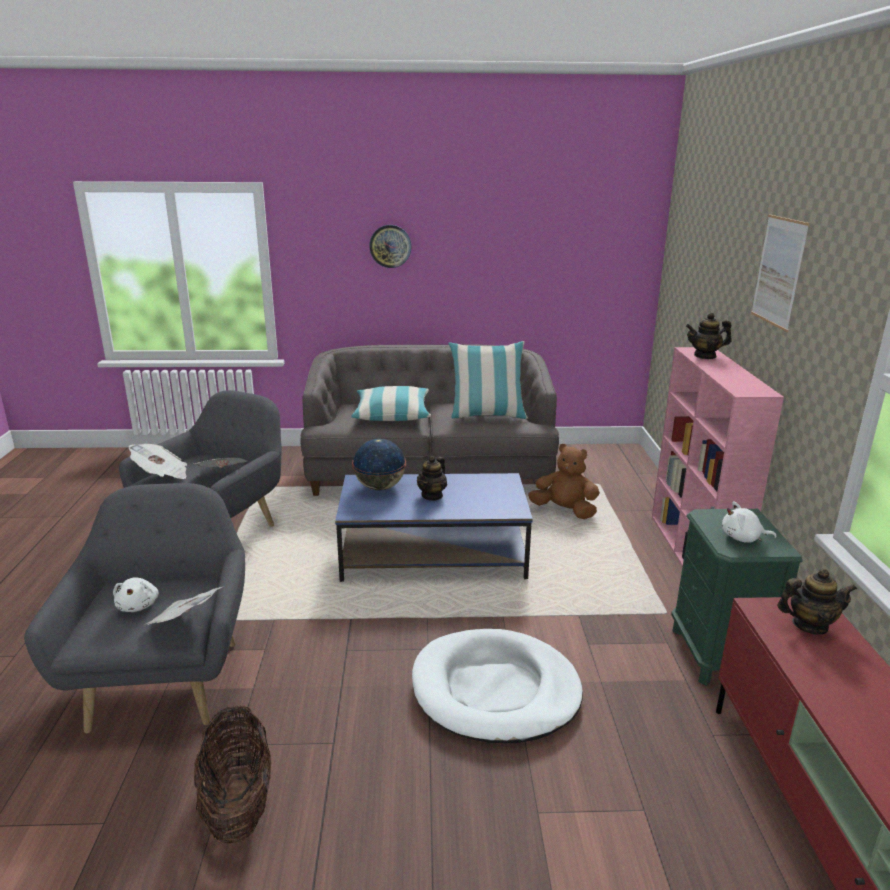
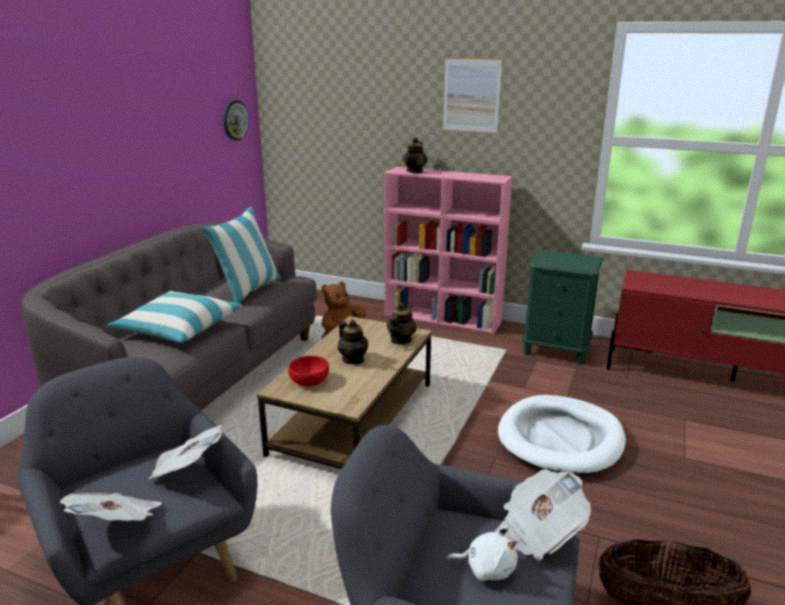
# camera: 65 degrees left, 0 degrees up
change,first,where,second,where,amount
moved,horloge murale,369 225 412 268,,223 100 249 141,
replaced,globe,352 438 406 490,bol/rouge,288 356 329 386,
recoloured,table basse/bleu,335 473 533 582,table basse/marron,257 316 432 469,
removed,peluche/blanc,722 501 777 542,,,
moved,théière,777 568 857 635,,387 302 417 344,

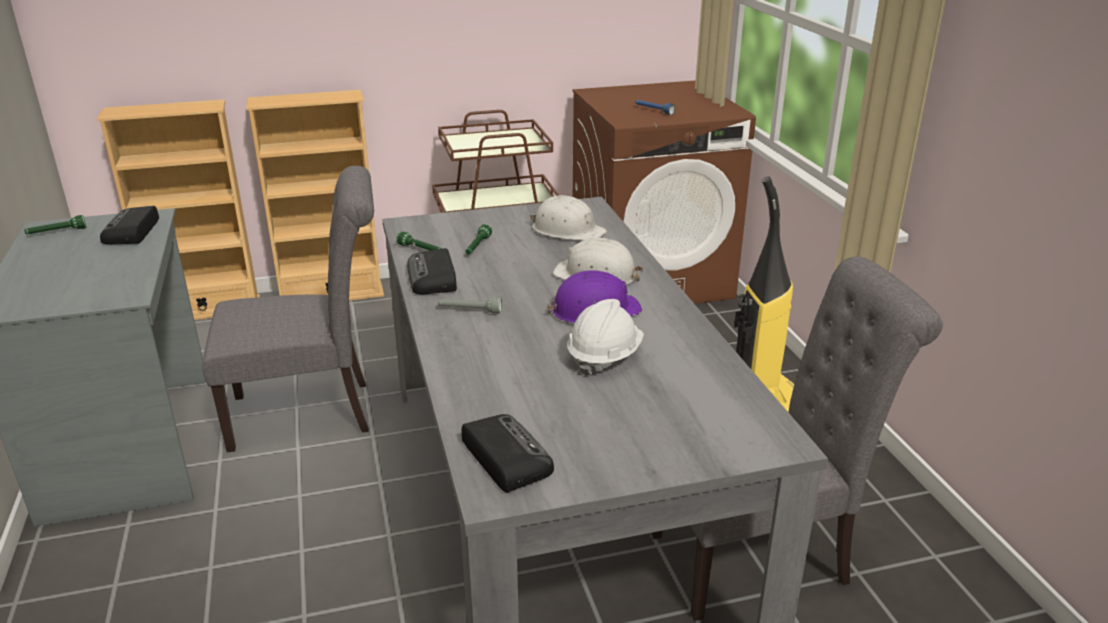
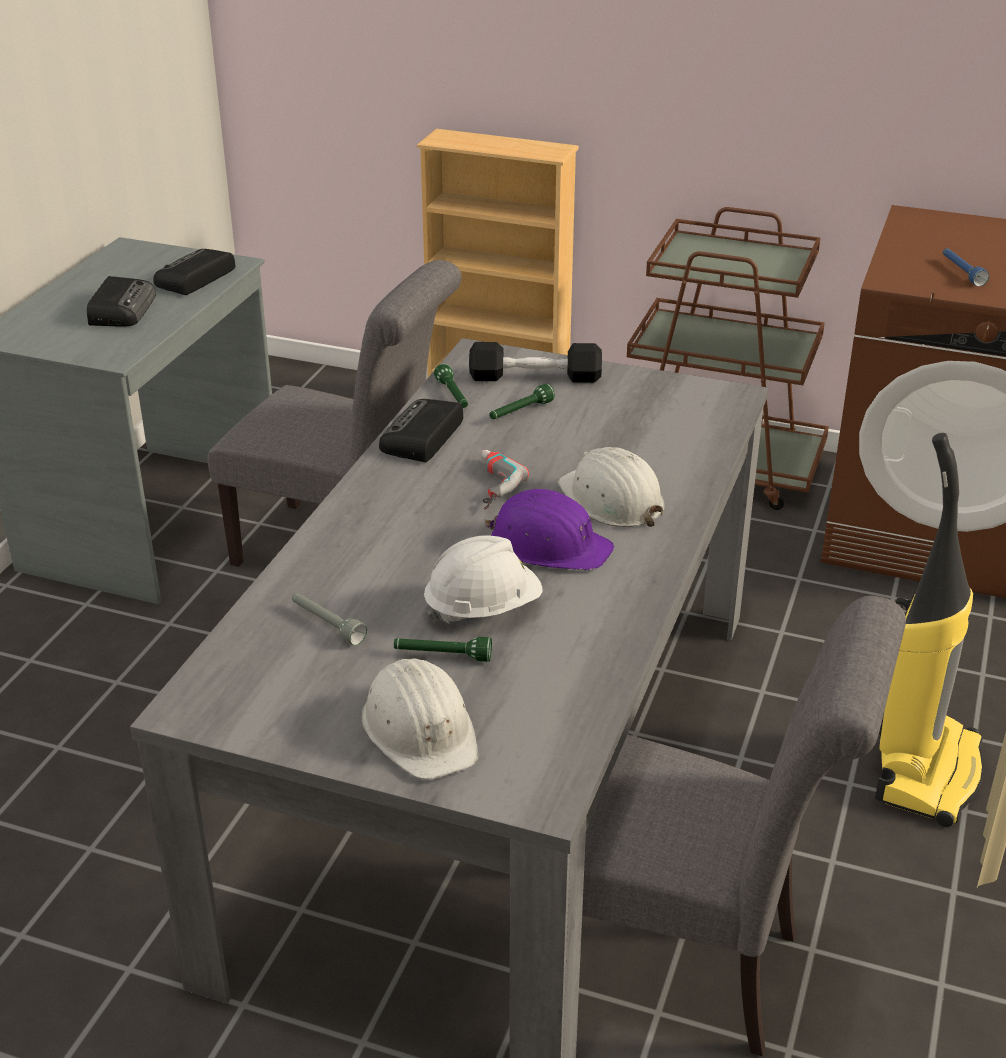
# camera: 35 degrees right, 5 degrees up
change,first,where,second,where,amount
removed,bibliothèque/beige,97 99 260 320,,,
moved,casque de chantier/blanc,530 195 607 240,,361 658 478 780,
moved,lampe de poche/vert,24 215 87 234,,394 637 492 662,
moved,lampe de poche/gris,438 297 502 314,,292 593 367 645,
moved,radio,462 414 554 493,,87 276 156 327,
added,,,haltère/noir,469 342 602 383,
added,,,perceuse,480 450 529 510,

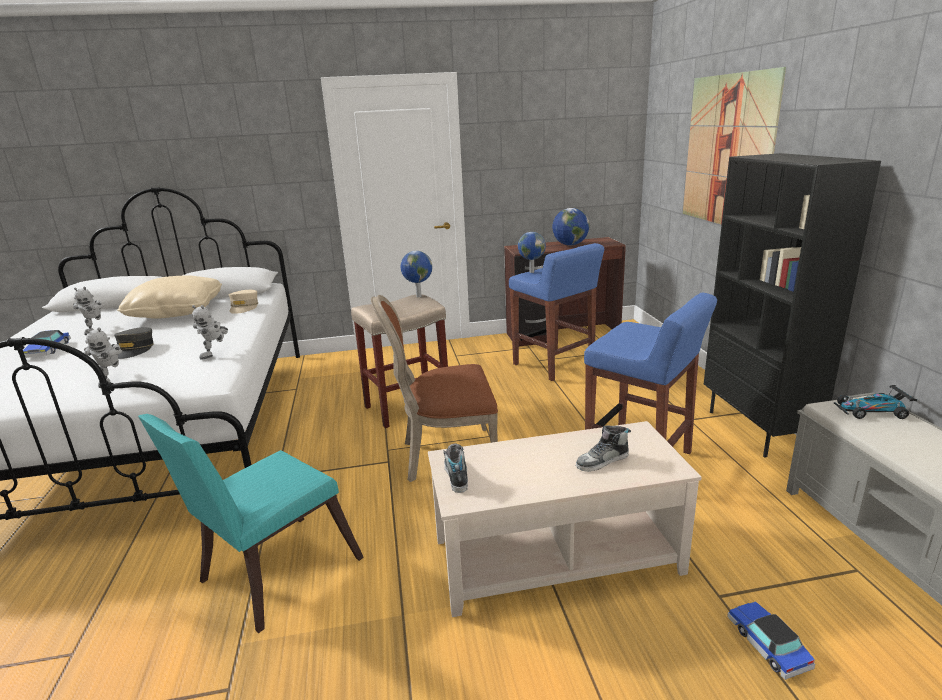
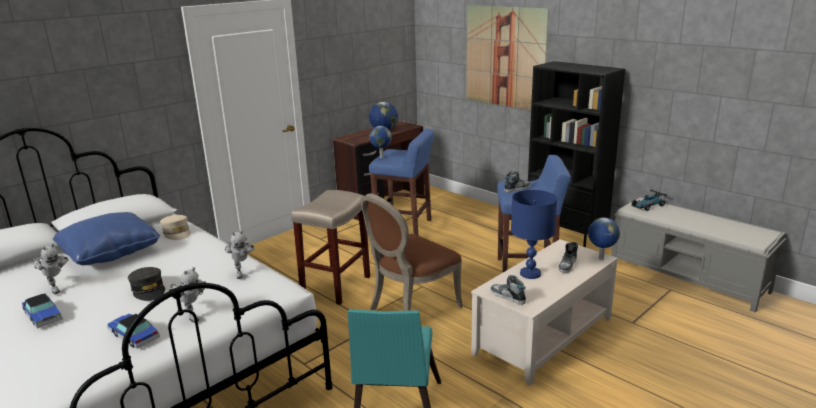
# camera: 35 degrees left, 0 degrees up
change,first,where,second,where,amount
moved,globe,401 251 432 297,,588 218 620 260,
recoloured,coussin/beige,117 275 222 318,coussin/bleu,53 212 160 265,
moved,petite voiture,727 601 815 680,,107 314 160 349,
added,,,chaussure,504 171 530 193,
added,,,lampe de table/bleu,511 190 557 279,

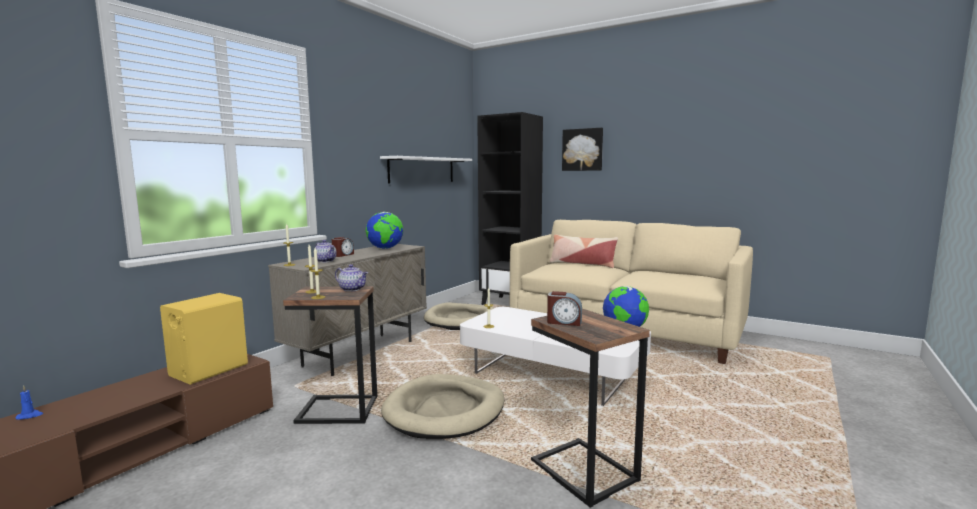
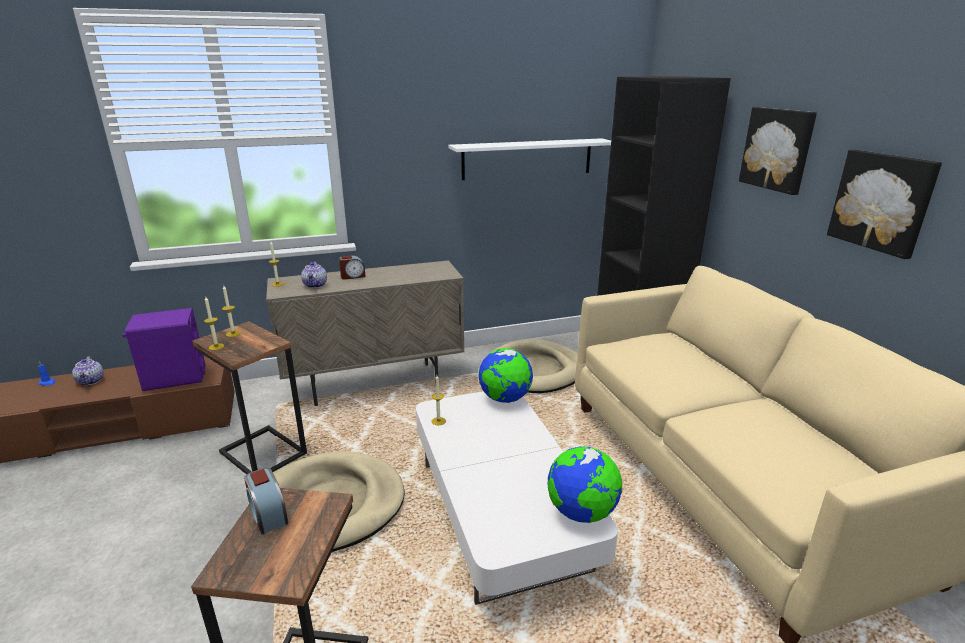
# camera: 40 degrees right, 15 degrees up
change,first,where,second,where,amount
moved,globe,366 212 403 249,,478 348 533 403,
removed,coussin,550 234 618 268,,,
moved,théière,335 264 368 292,,72 356 104 386,
recoloured,enceinte/jaune,160 293 248 385,enceinte/violet,122 308 205 391,
added,,,tableau,827 150 942 259,

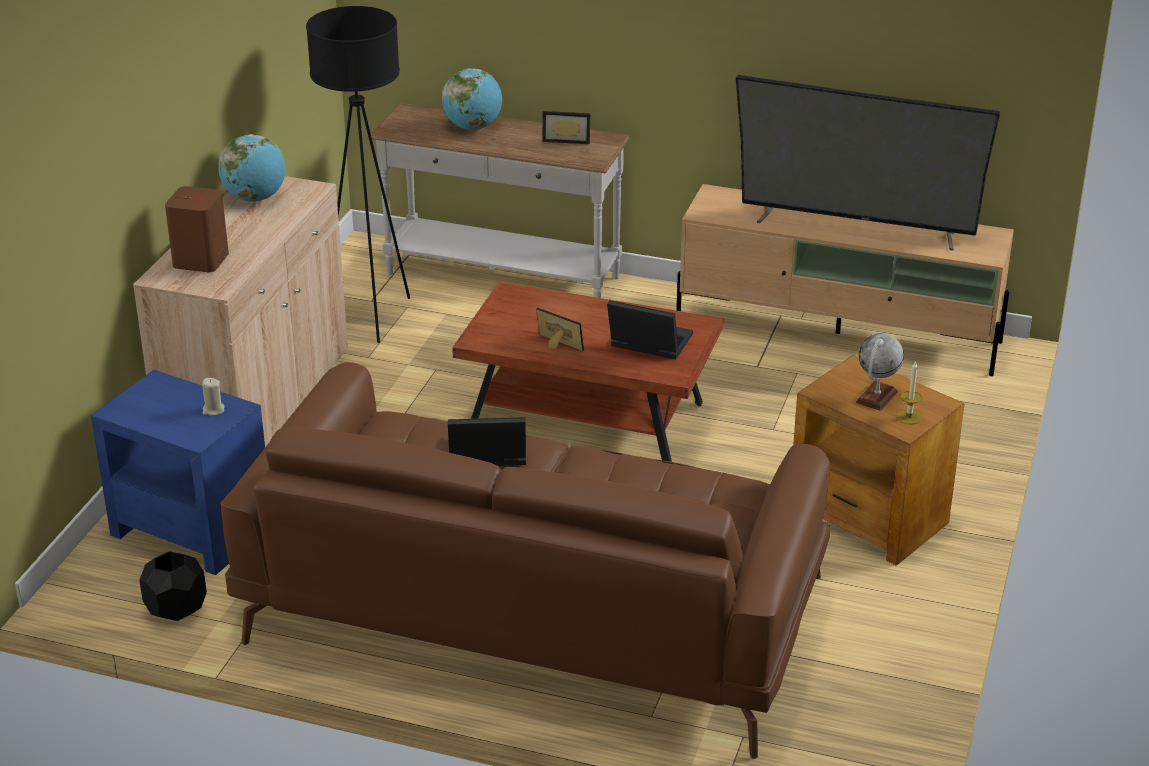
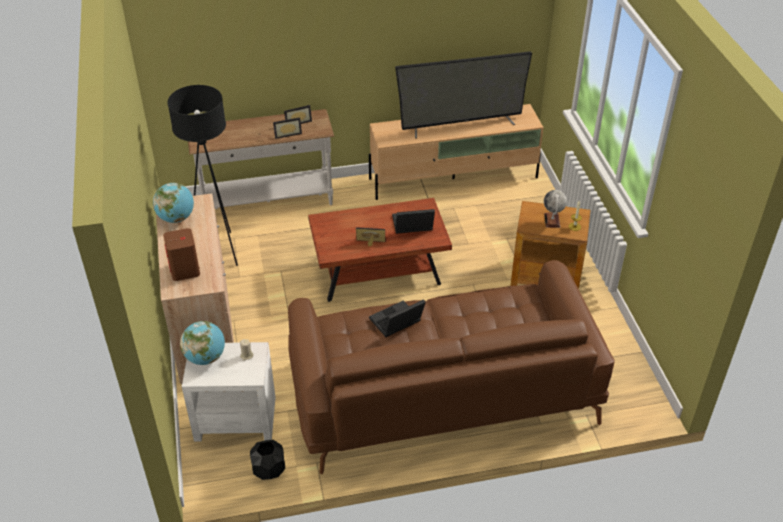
# camera: 30 degrees left, 10 degrees up
change,first,where,second,where,amount
moved,globe,441 68 502 130,,180 321 225 365,
recoloured,table d'appoint/bleu,91 370 265 575,table d'appoint/blanc,182 342 276 442,
added,,,cadre photo,273 117 302 139,

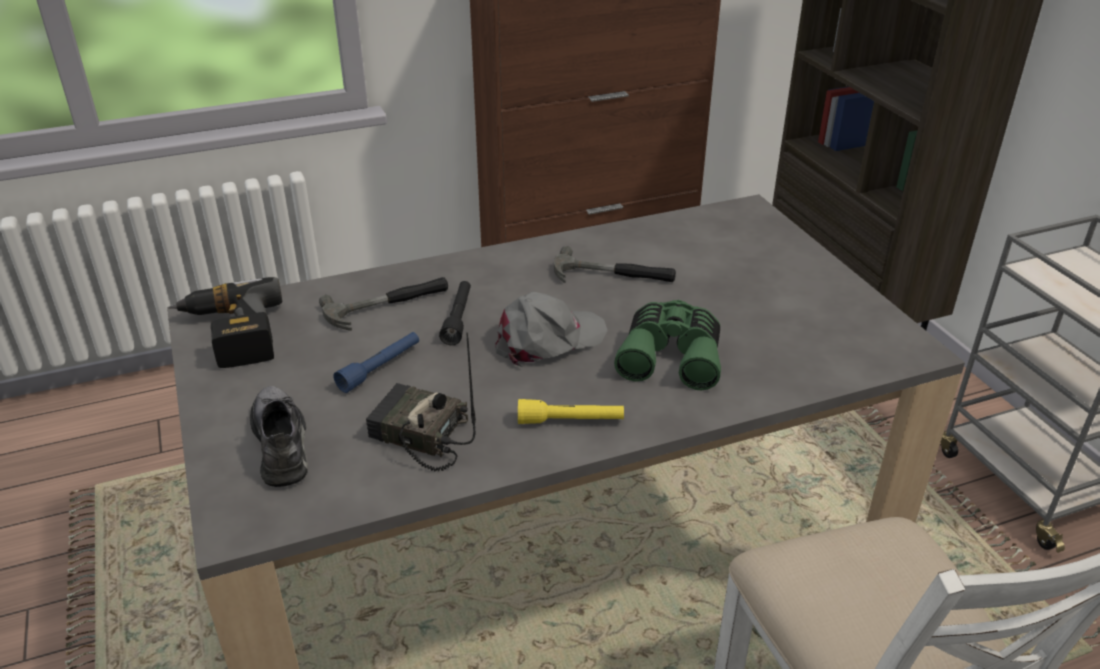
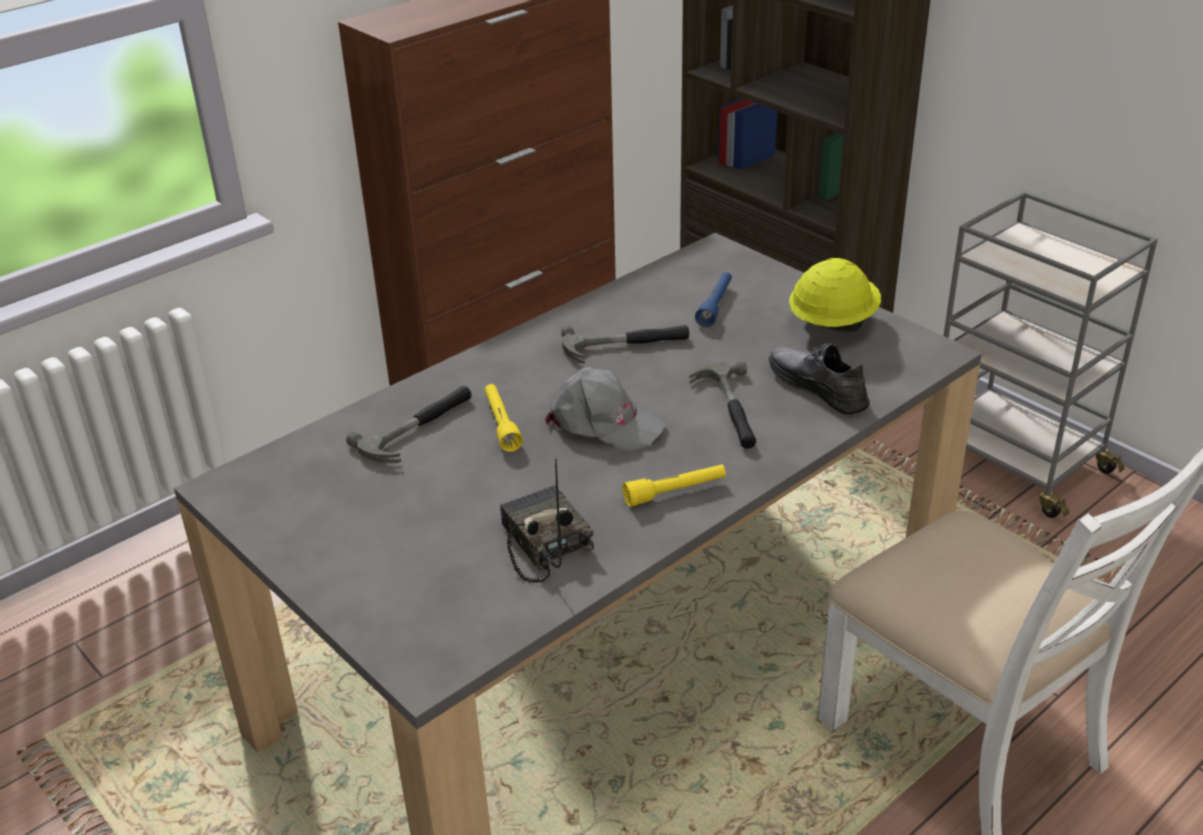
# camera: 20 degrees left, 0 degrees up
change,first,where,second,where,amount
removed,perceuse,169 277 282 368,,,
recoloured,lampe de poche/noir,439 281 471 345,lampe de poche/jaune,485 384 523 452,
turned,casquette/gris,495 292 608 367,,545 367 667 451,75 degrees clockwise
replaced,jumelles/vert,614 300 721 390,marteau,689 362 756 449,
moved,lampe de poche/bleu,333 332 419 393,,695 272 732 327,
turned,radio,366 332 476 471,,500 458 594 583,60 degrees clockwise
moved,chaussure/gris,250 386 308 487,,769 343 870 414,
added,,,casque de chantier/jaune,789 258 881 332,

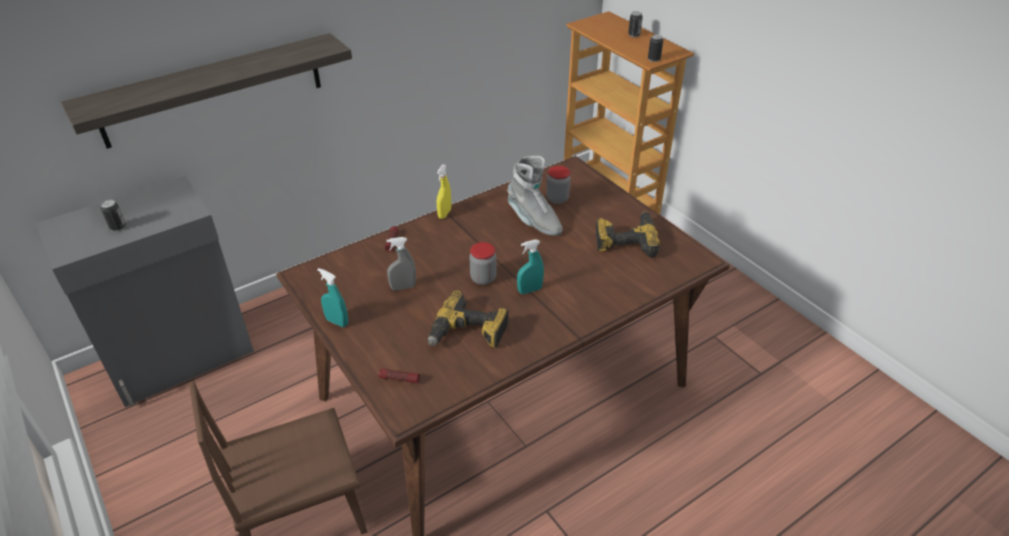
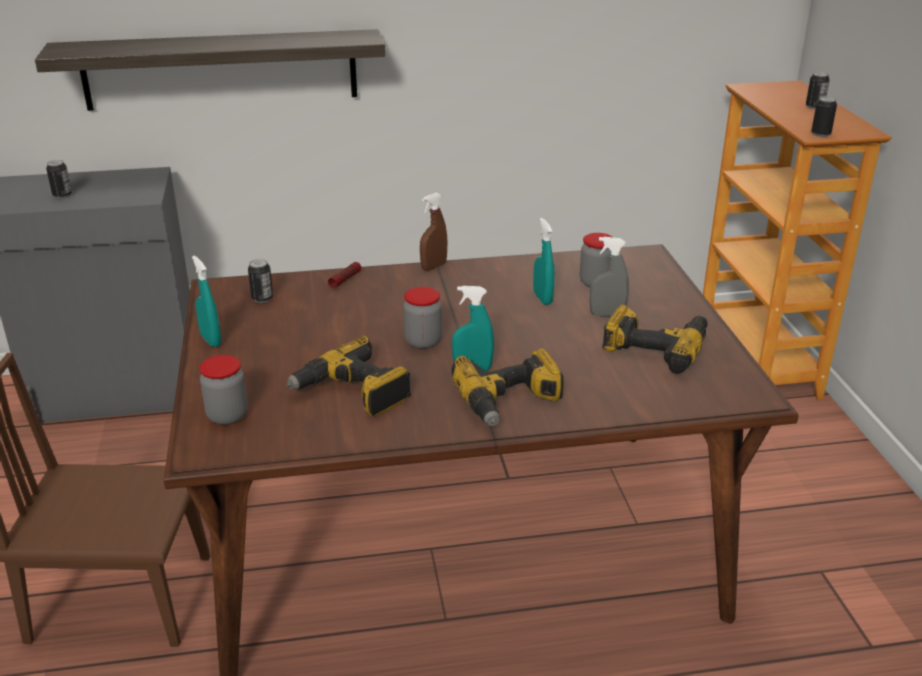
# camera: 25 degrees right, 10 degrees down
change,first,where,second,where,amount
replaced,botte/gris,507 156 562 236,vaporisateur/turquoise,533 218 555 305,
recoloured,vaporisateur/jaune,437 164 451 219,vaporisateur/marron,420 193 448 271,
moved,vaporisateur/gris,387 237 416 291,,589 237 629 317,
replaced,lampe de poche,378 368 420 384,bocal,200 355 248 425,
added,,,boîte métallique,248 259 273 303,
added,,,perceuse,451 348 564 426,

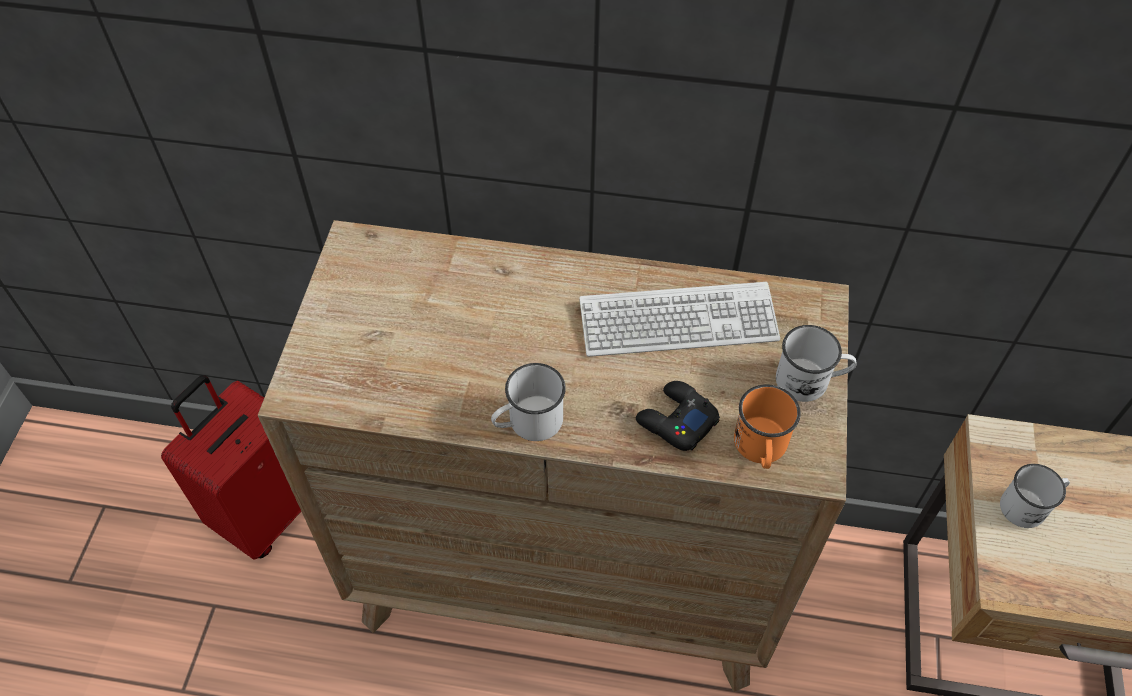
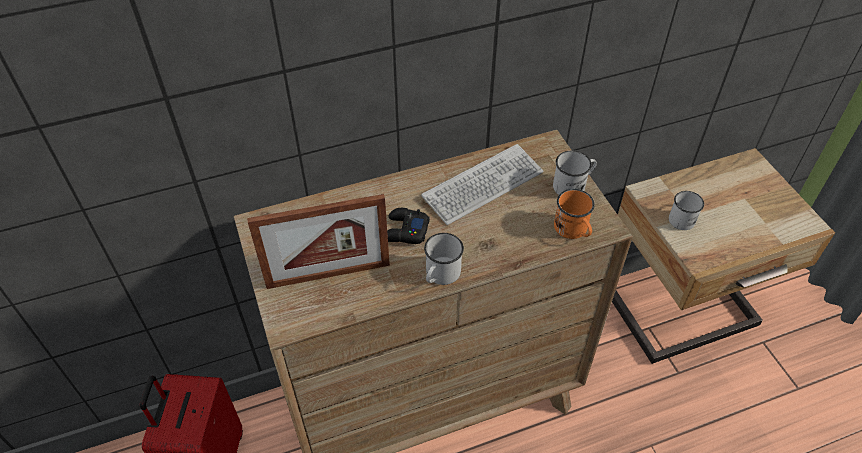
# camera: 30 degrees left, 5 degrees down
change,first,where,second,where,amount
moved,manette/noir,636 381 720 451,,387 208 430 244,
added,,,cadre photo,247 194 390 289,

